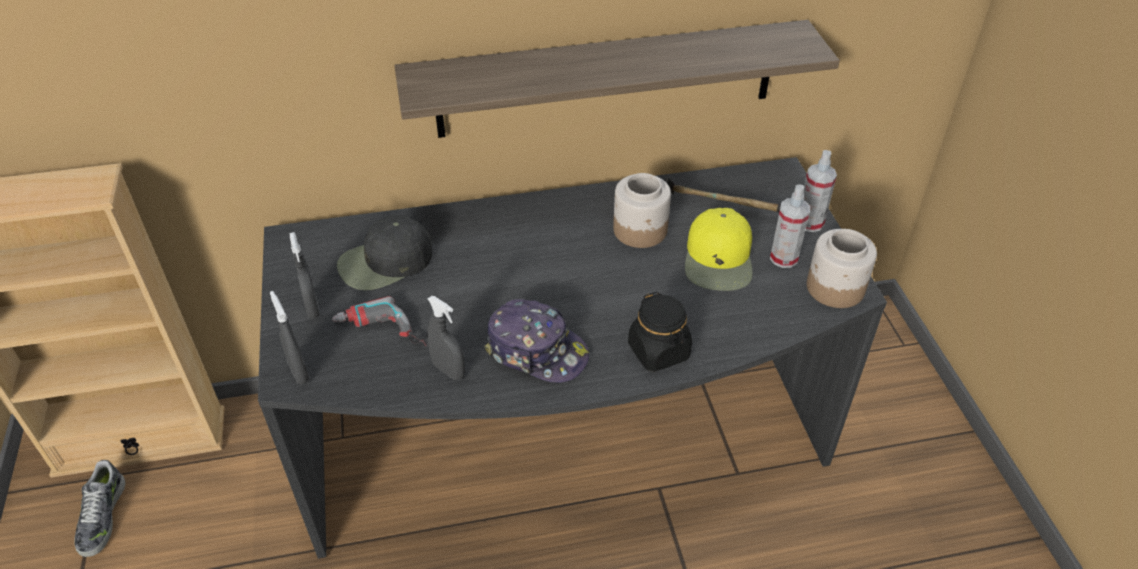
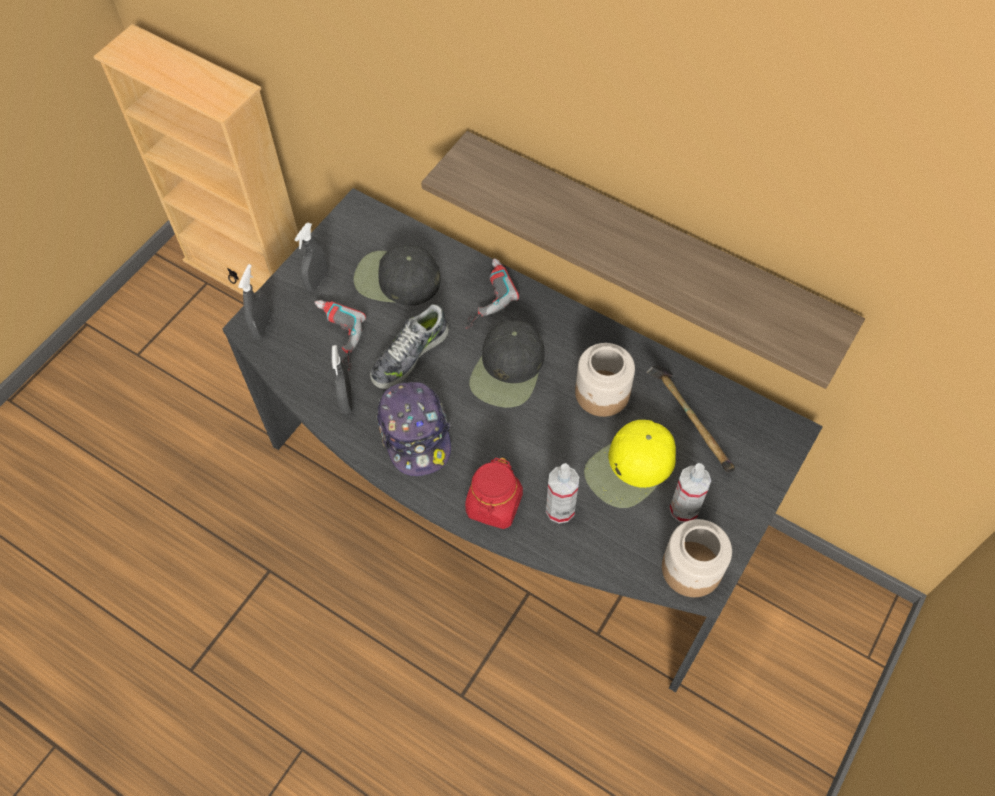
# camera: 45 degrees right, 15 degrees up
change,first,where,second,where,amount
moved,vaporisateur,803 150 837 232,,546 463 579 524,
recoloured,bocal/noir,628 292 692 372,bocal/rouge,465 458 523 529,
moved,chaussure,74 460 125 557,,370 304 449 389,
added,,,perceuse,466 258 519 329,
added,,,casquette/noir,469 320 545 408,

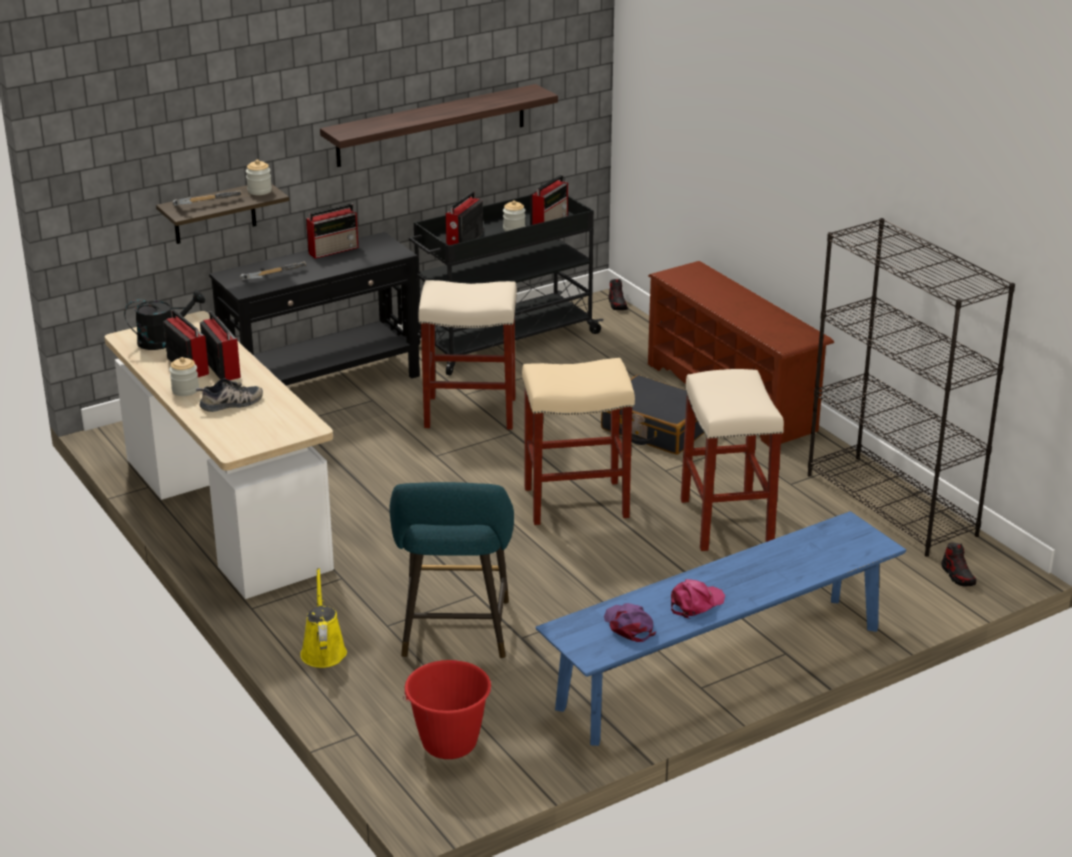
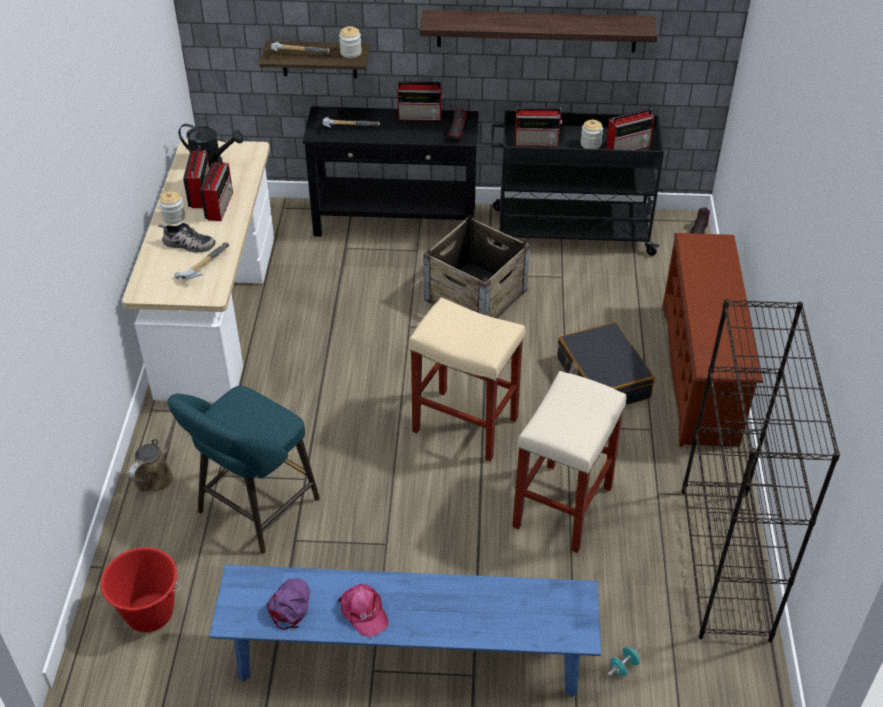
# camera: 35 degrees right, 15 degrees up
change,first,where,second,where,amount
turned,radio,446 191 483 245,,515 107 562 146,150 degrees counterclockwise
replaced,tabouret/beige,418 280 517 430,caisse,424 215 530 318,
moved,chaussure,941 542 976 586,,447 107 467 142,
recoloured,arrosoir/jaune,300 568 347 668,arrosoir/marron,128 418 176 493,
turned,casquette/rose,671 579 725 619,,338 584 388 637,60 degrees clockwise
added,,,marteau,174 242 229 280,
added,,,haltère/turquoise,608 647 641 676,

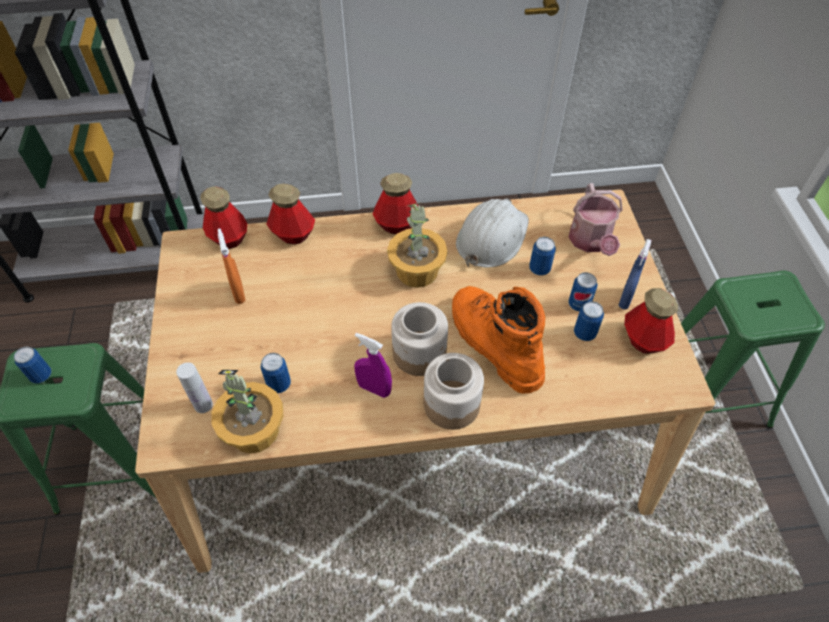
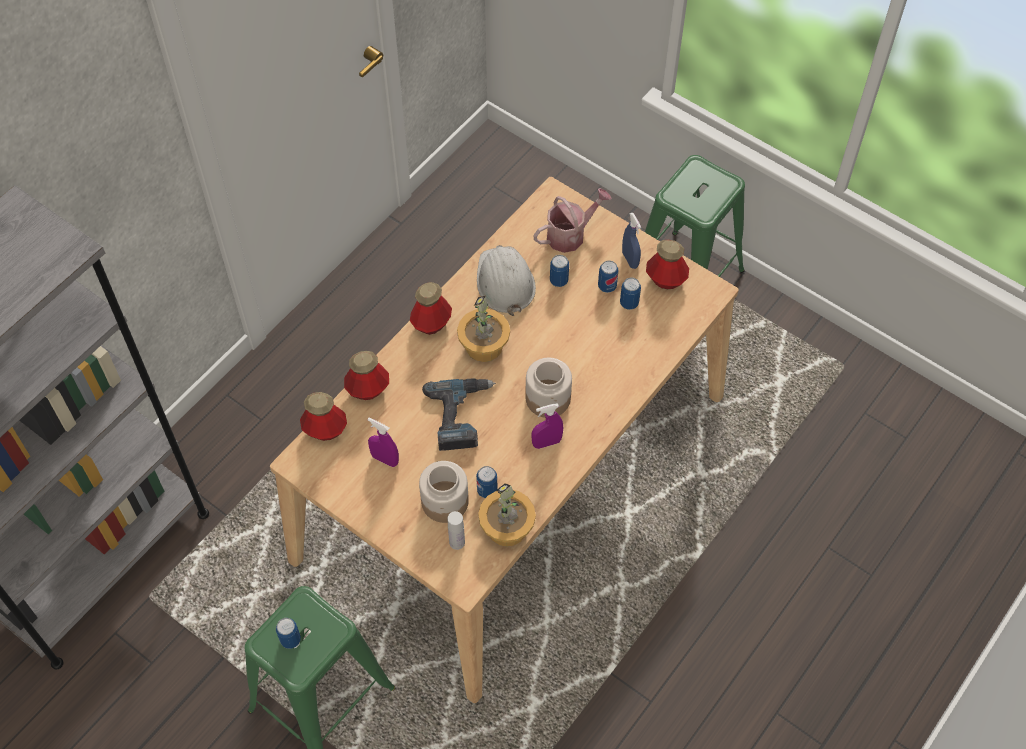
# camera: 45 degrees left, 5 degrees up
change,first,where,second,where,amount
turned,arrosoir,569 183 623 256,,533 188 612 253,75 degrees counterclockwise
recoloured,vaporisateur/orange,218 228 246 304,vaporisateur/violet,368 418 399 467,
removed,botte/orange,452 286 545 394,,,
moved,bocal,424 353 484 430,,419 461 469 523,
added,,,perceuse,422 378 496 451,

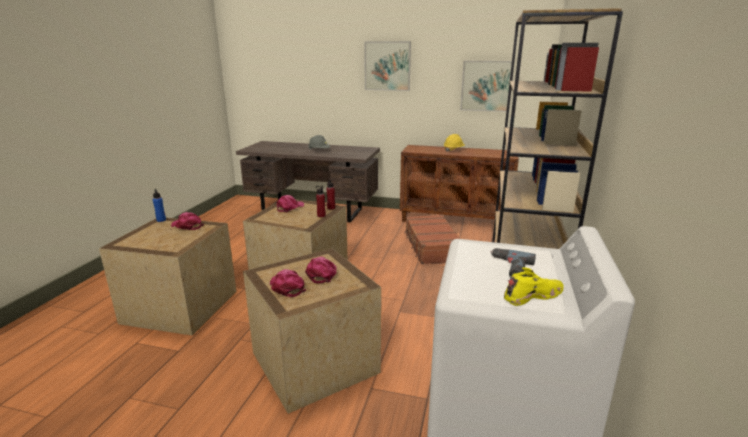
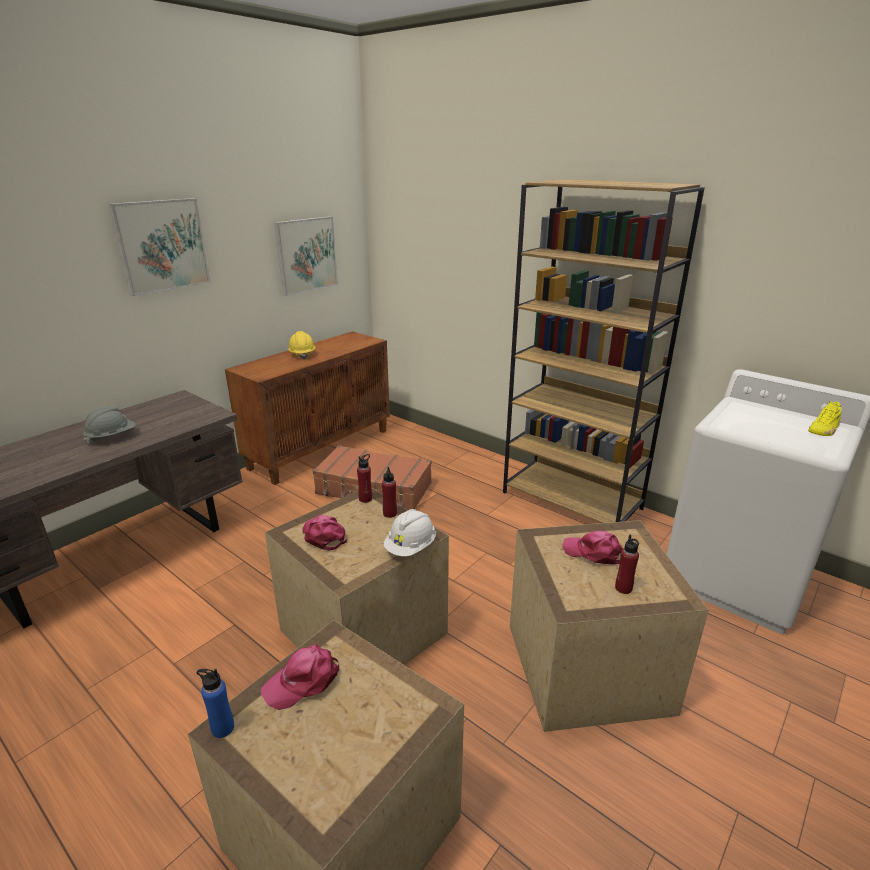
# camera: 65 degrees left, 5 degrees up
change,first,where,second,where,amount
removed,perceuse,491 248 536 278,,,
turned,chaussure/jaune,504 267 564 306,,808 401 842 436,135 degrees counterclockwise
replaced,casquette/rose,270 269 306 297,bouteille/rouge,615 535 639 594,
added,,,casque de chantier/blanc,383 509 436 556,

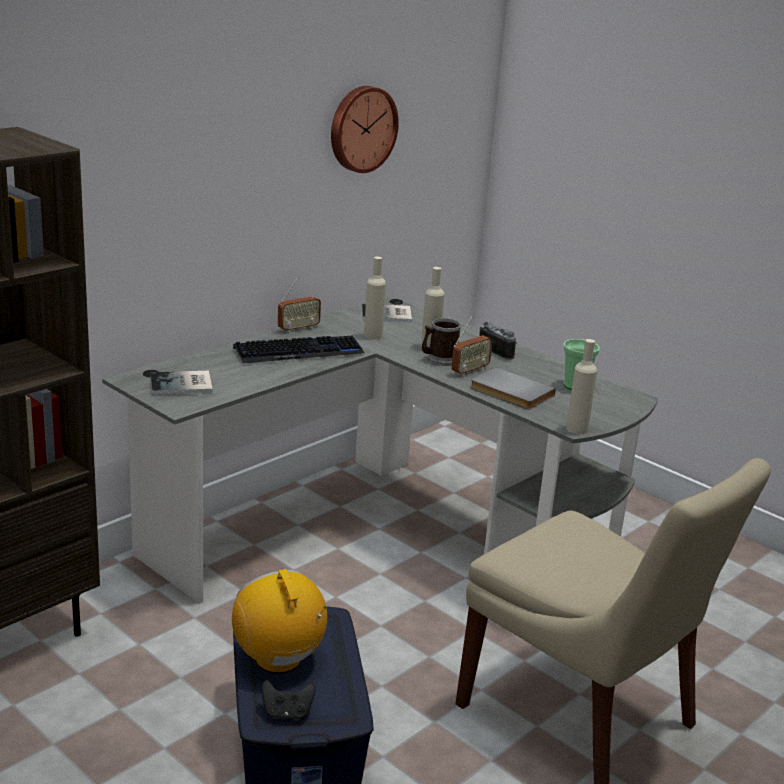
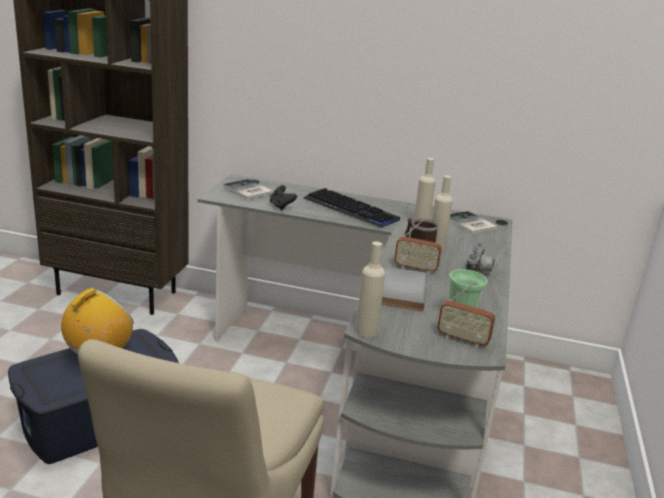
# camera: 60 degrees right, 0 degrees up
change,first,where,second,where,amount
removed,horloge murale,331 86 399 173,,,
moved,radio,278 276 321 333,,437 281 495 347,
moved,manette/noir,261 680 316 720,,270 185 297 210,

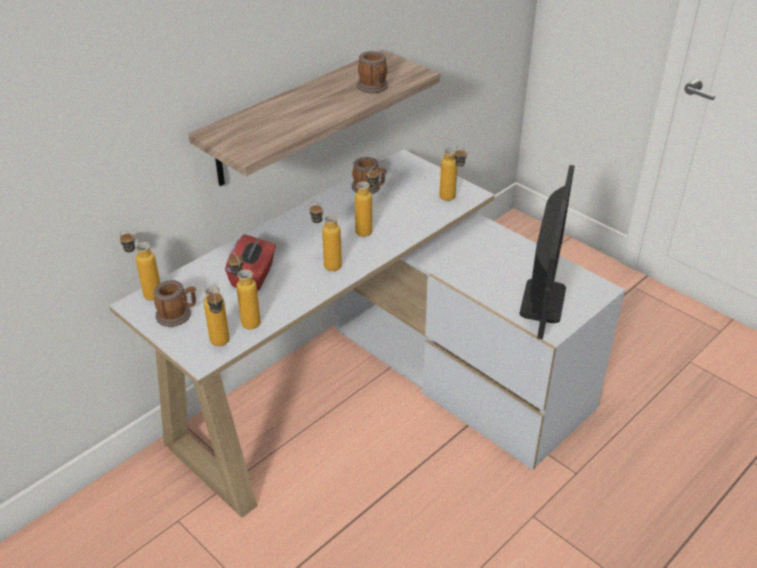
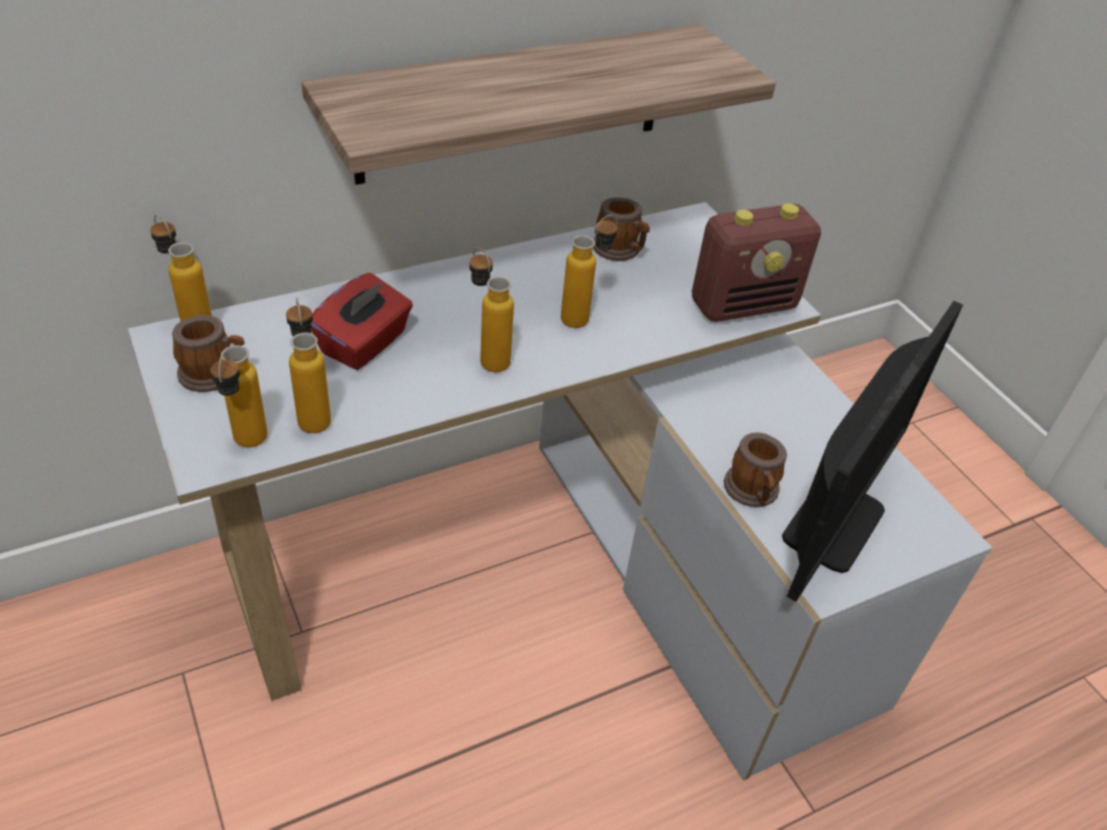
# camera: 15 degrees right, 5 degrees up
change,first,where,second,where,amount
moved,mug,357 51 388 93,,724 432 787 507,
replaced,bouteille,439 146 467 201,radio,692 203 821 322,

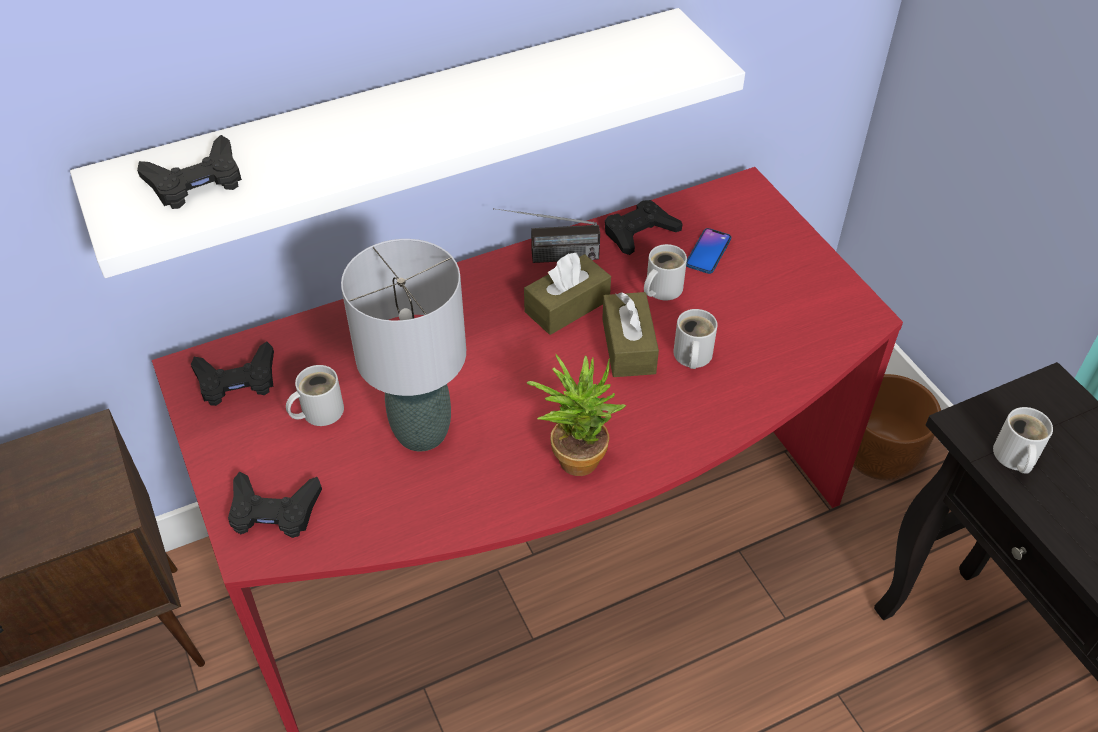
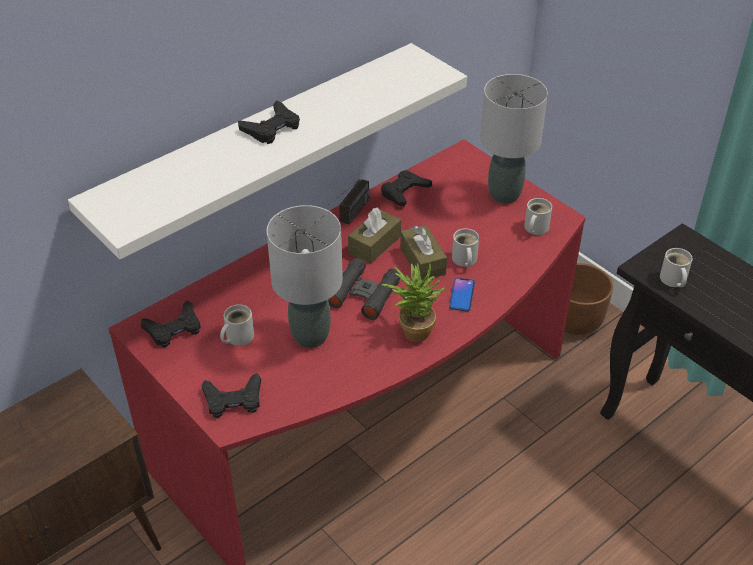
# camera: 15 degrees left, 5 degrees down
change,first,where,second,where,amount
moved,manette/noir,137 135 242 209,,238 100 300 144,
turned,radio,493 208 600 263,,328 179 370 225,45 degrees counterclockwise
moved,téléphone,686 228 731 274,,449 278 475 311,
moved,mug/blanc,644 244 687 300,,524 198 552 235,
added,,,lampe de table/gris,480 74 548 204,
added,,,jumelles/noir,328 258 400 320,

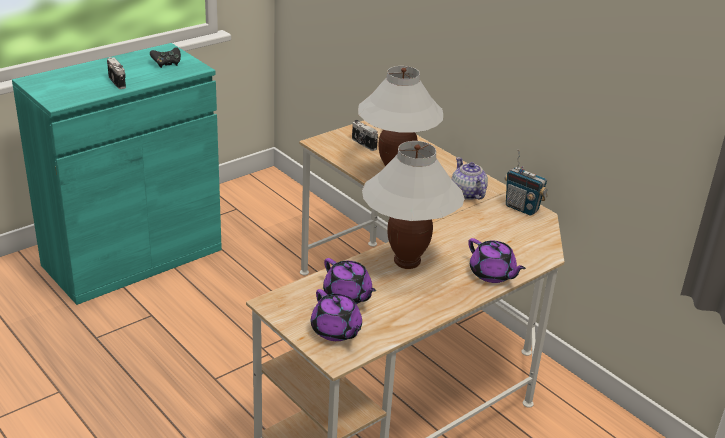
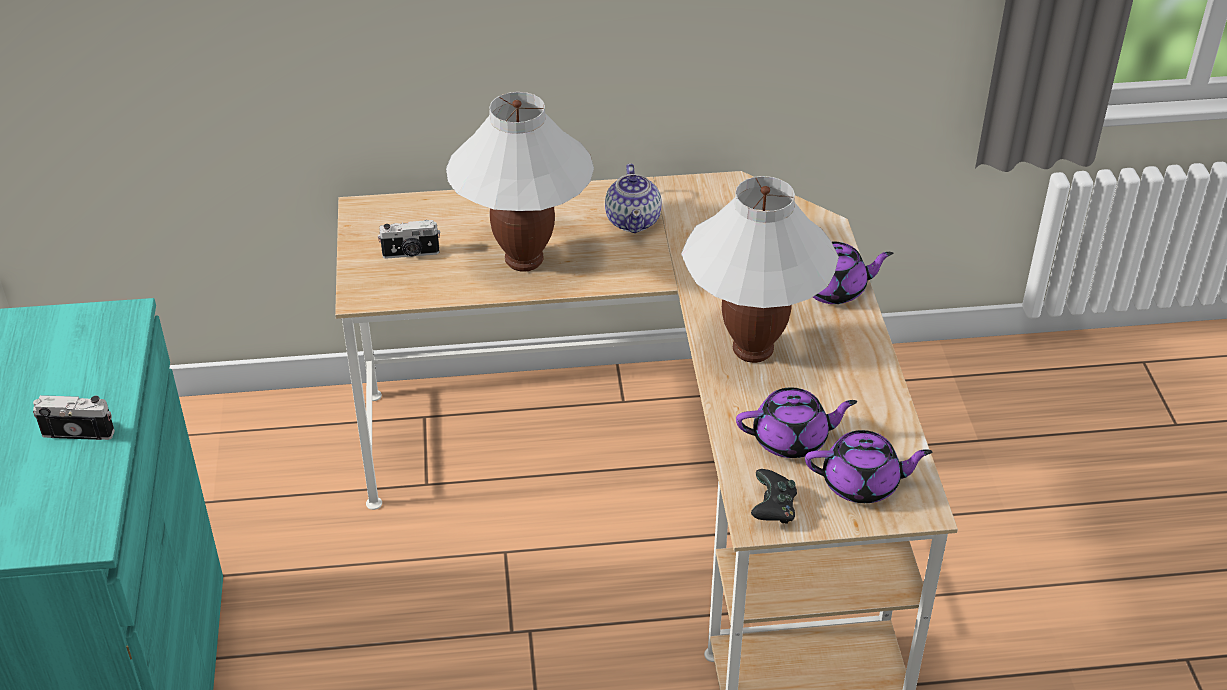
# camera: 55 degrees left, 10 degrees up
change,first,where,second,where,amount
moved,manette/noir,150 47 181 68,,751 469 797 524,
removed,radio,505 149 548 216,,,
turned,théière,452 157 488 200,,605 163 662 233,105 degrees counterclockwise

